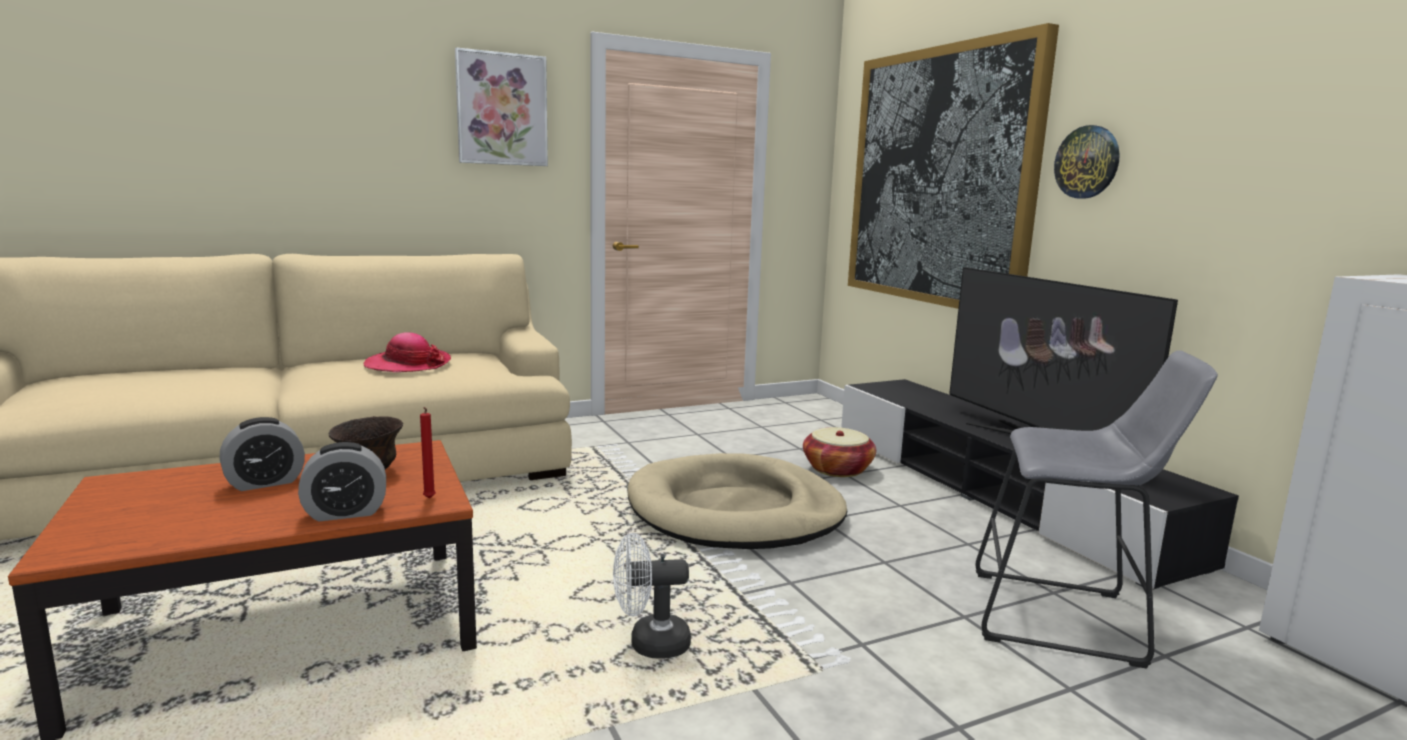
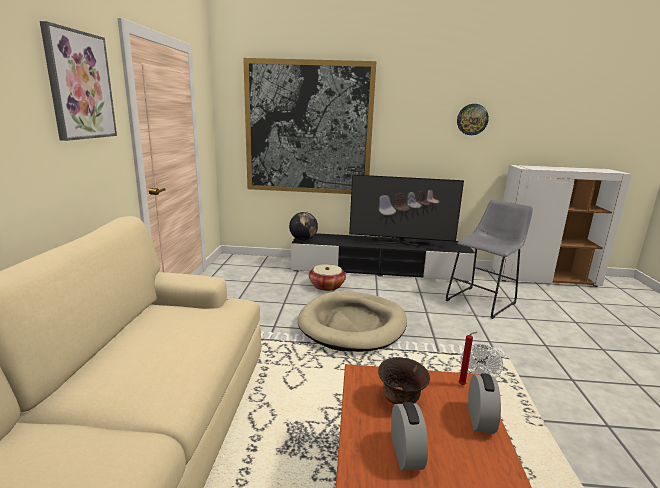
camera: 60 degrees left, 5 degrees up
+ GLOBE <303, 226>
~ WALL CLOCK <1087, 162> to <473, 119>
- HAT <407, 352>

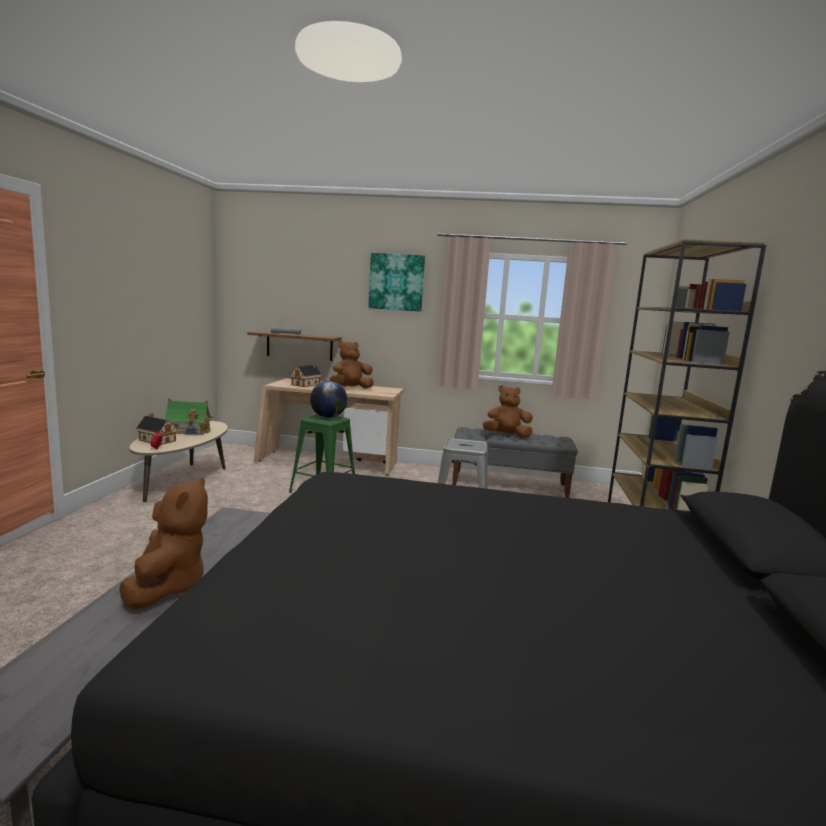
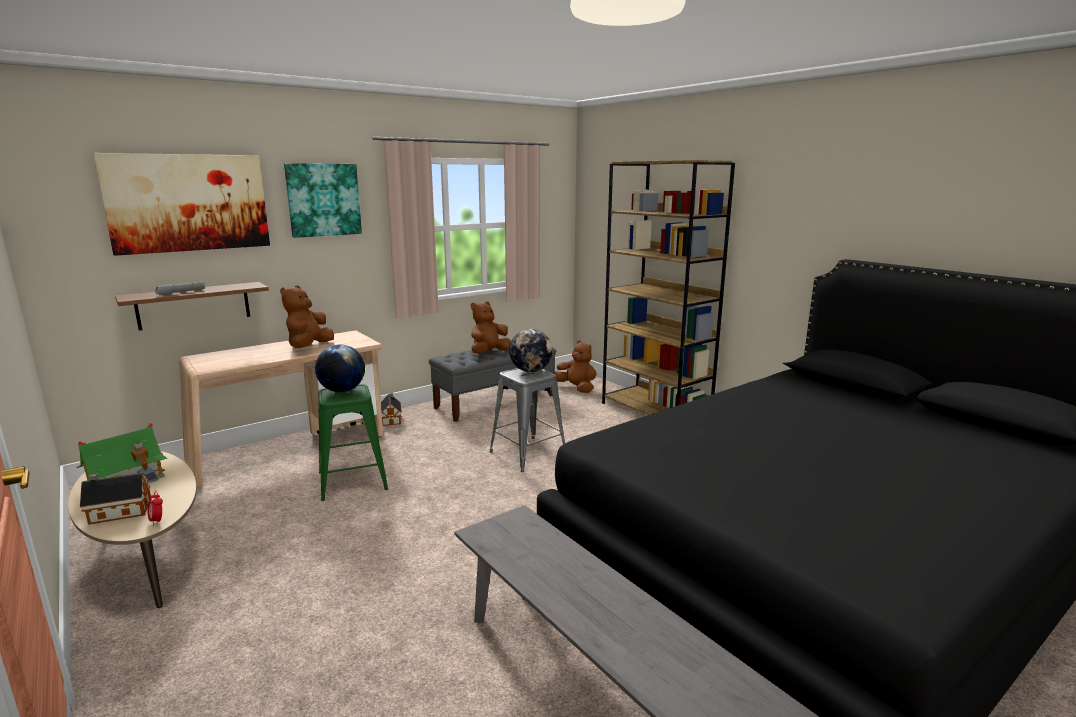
camera: 45 degrees left, 5 degrees up
+ PICTURE <181, 204>
~ TOY HOUSE <306, 375> to <391, 409>
+ GLOBE <531, 350>
~ BROWN PLUSH TOY <163, 543> to <575, 366>

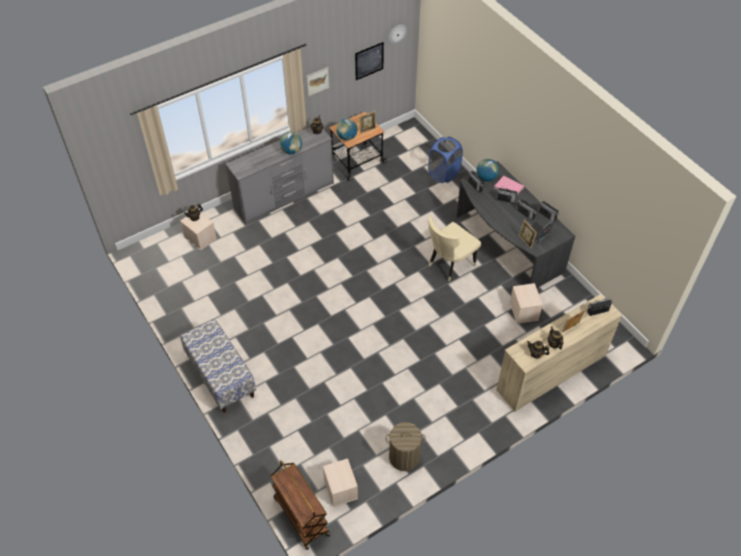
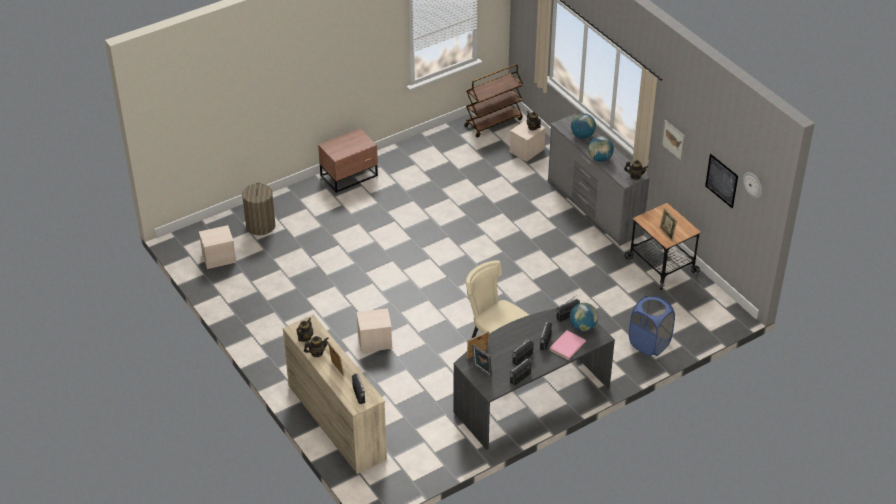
camera: 90 degrees right, 10 degrees down
~ LAUNDRY BASKET <406, 446> to <258, 208>
~ BENCH <218, 366> to BROWN NIGHTSTAND <348, 160>
~ BEIGE STORAGE BOX <526, 303> to <374, 330>
~ BROWN CART <300, 505> to <493, 101>
~ GLOBE <346, 129> to <583, 126>

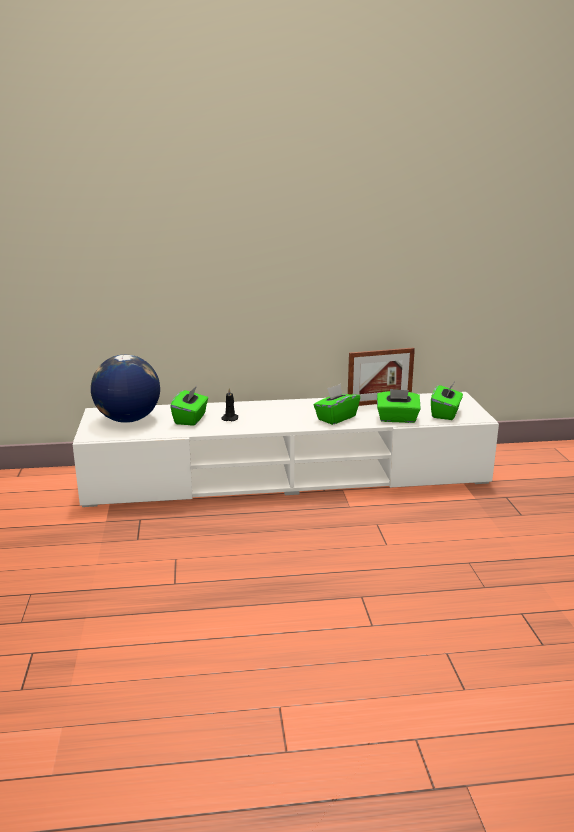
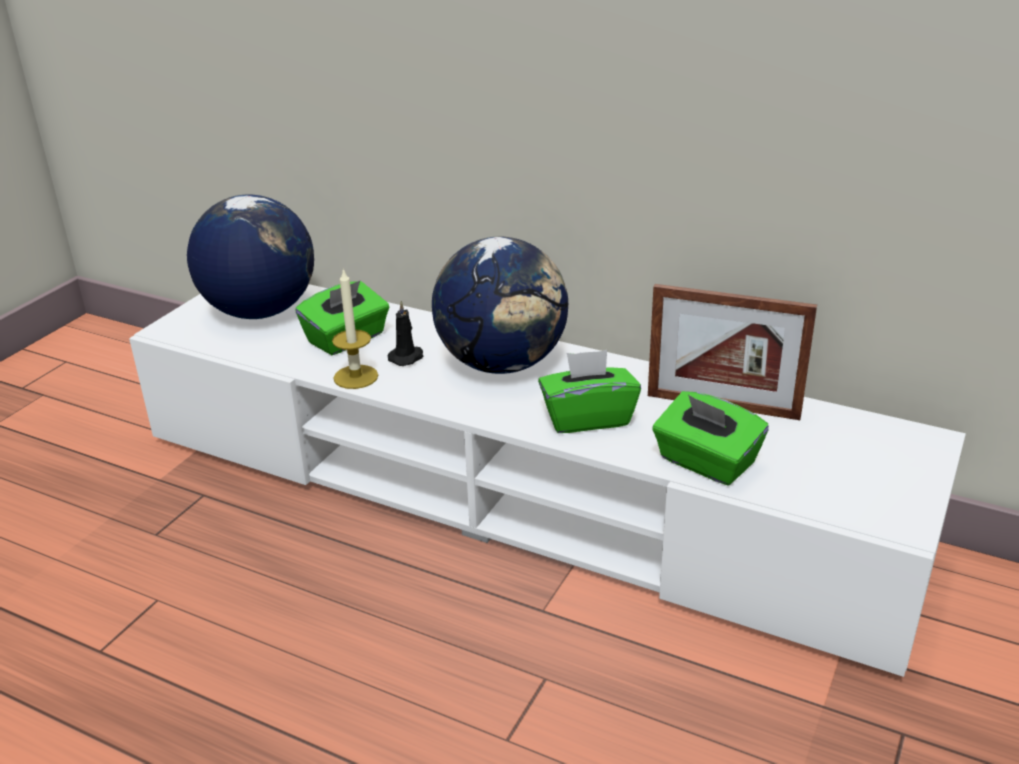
camera: 35 degrees right, 10 degrees up
+ CANDLE <355, 328>
+ GLOBE <500, 305>
- GREEN TISSUE BOX <447, 401>

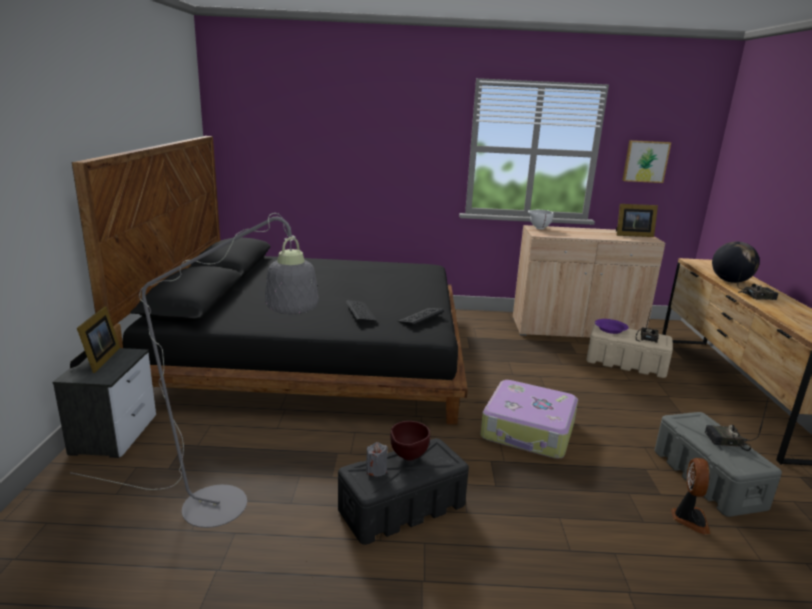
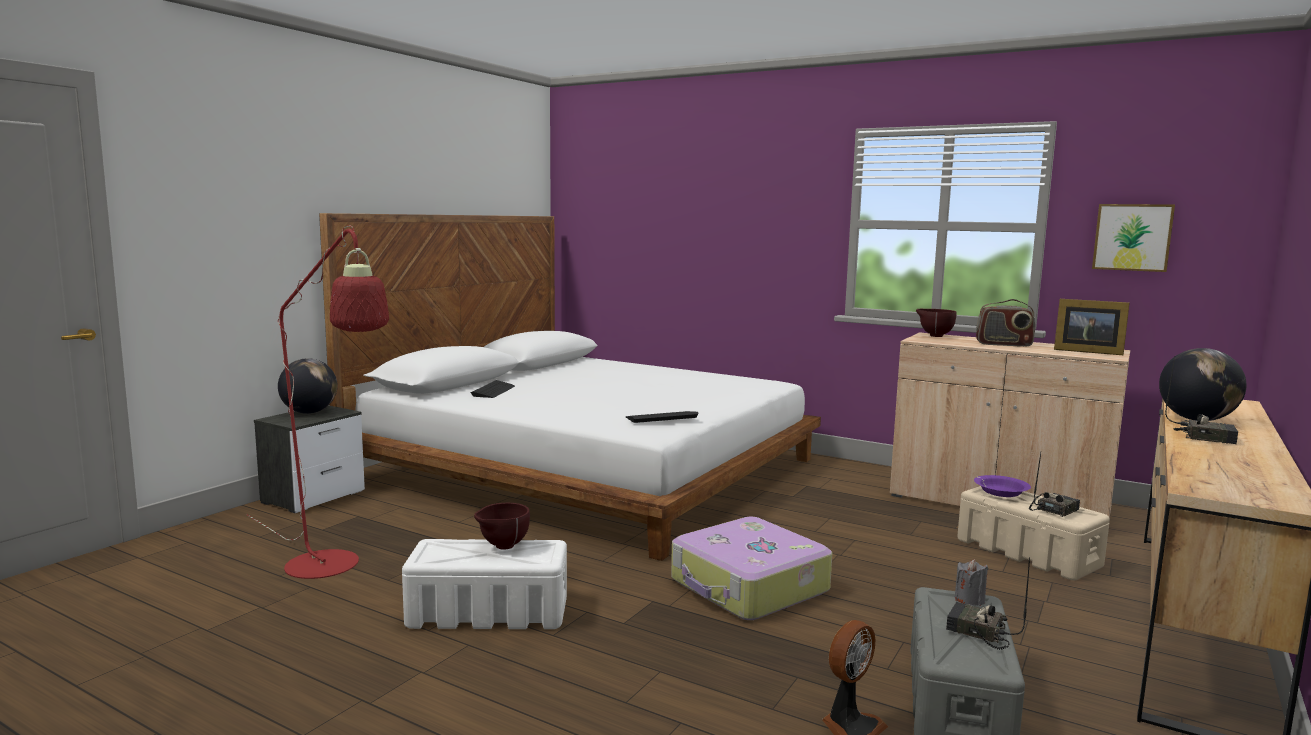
camera: 30 degrees right, 10 degrees down
~ GREY FLOOR LAMP <194, 370> to RED FLOOR LAMP <317, 402>
~ PICTURE FRAME <95, 339> to GLOBE <308, 386>
~ BLACK BED <270, 280> to WHITE BED <570, 387>
~ BLACK STORAGE BOX <403, 491> to WHITE STORAGE BOX <484, 584>
~ KEYBOARD <361, 311> to <493, 389>
~ WHITE BOWL <541, 219> to BROWN BOWL <936, 323>
~ GREY CANDLE <377, 459> to <971, 582>
+ RADIO <1005, 323>

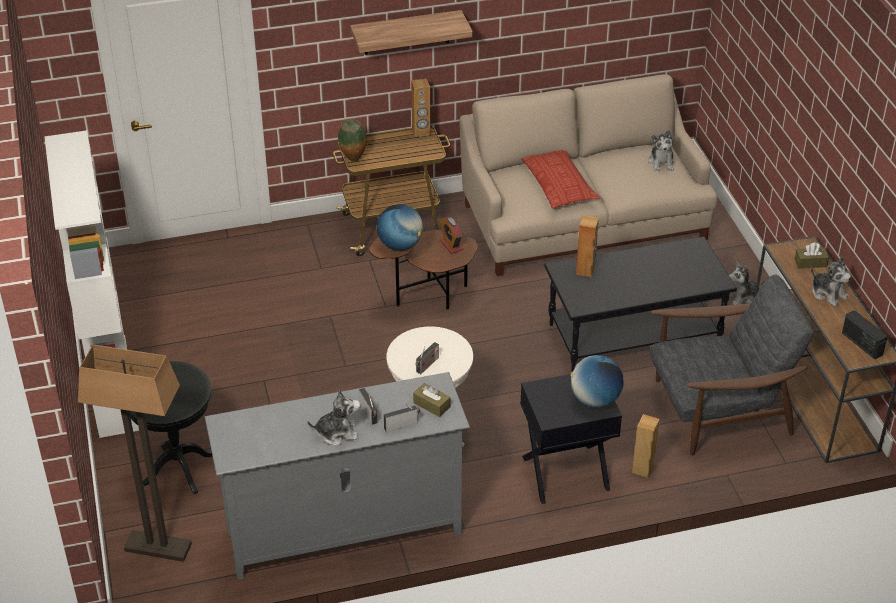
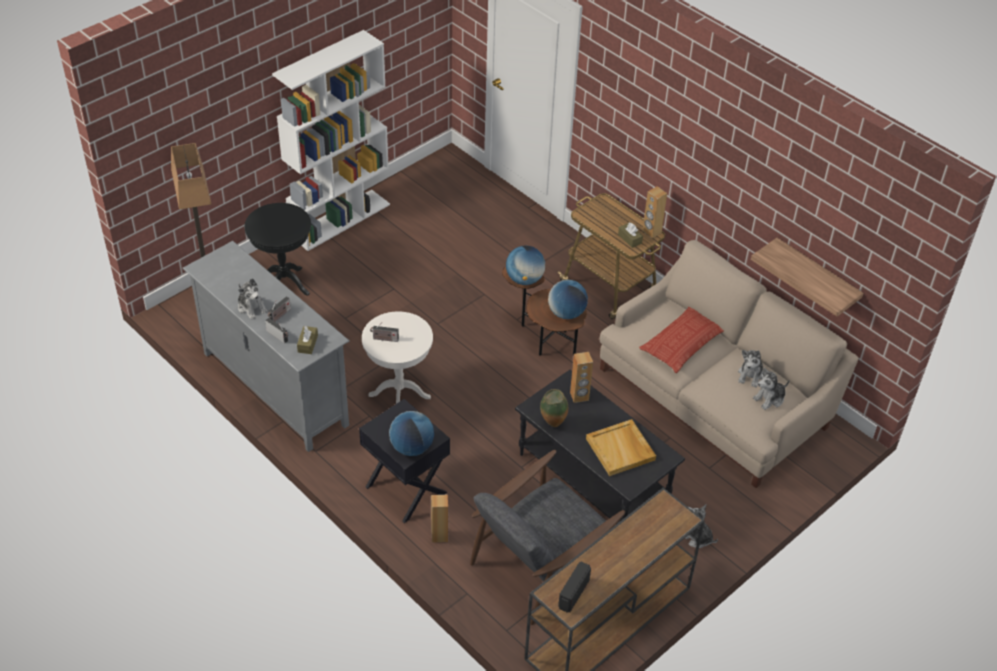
camera: 60 degrees right, 5 degrees up
~ GREY ARMCHAIR <732, 365> = <547, 537> 90 degrees clockwise
~ VASE <352, 140> to <554, 408>
~ ALARM CLOCK <451, 235> to GLOBE <568, 299>
+ BEIGE TRAY <621, 447>
~ BROWN TISSUE BOX <812, 255> to <630, 235>
~ PLUSH TOY <831, 282> to <750, 369>
~ SHELF <411, 32> to <807, 277>

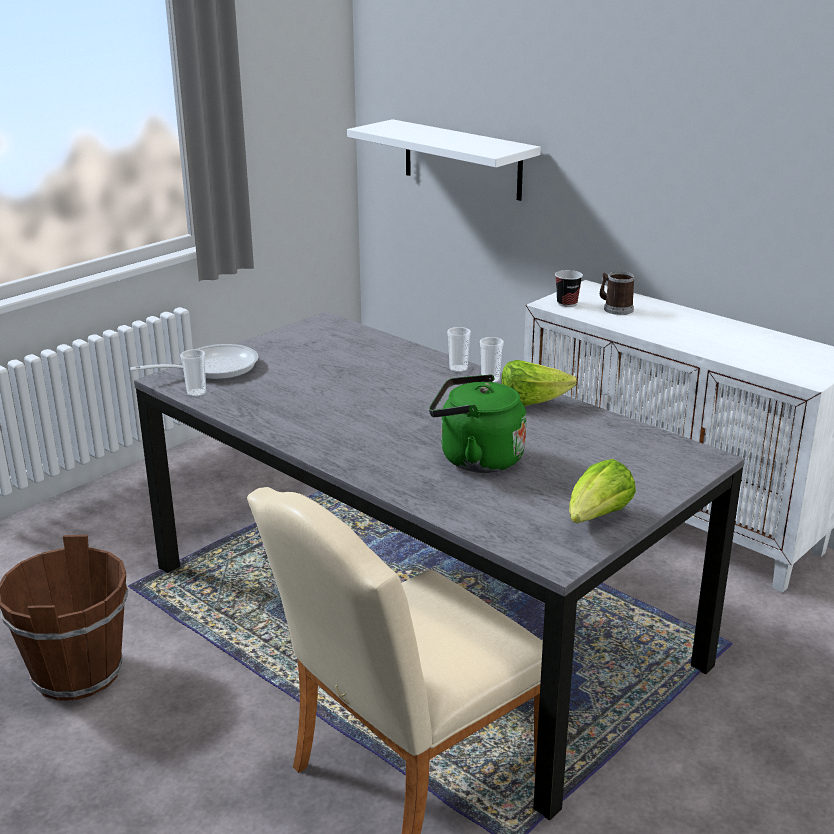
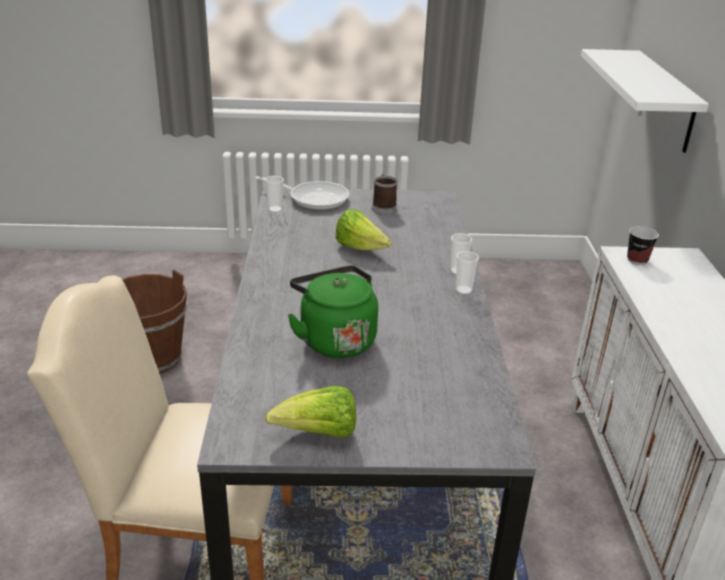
camera: 45 degrees right, 5 degrees up
~ LETTUCE <539, 383> to <364, 229>
~ MUG <617, 293> to <385, 194>

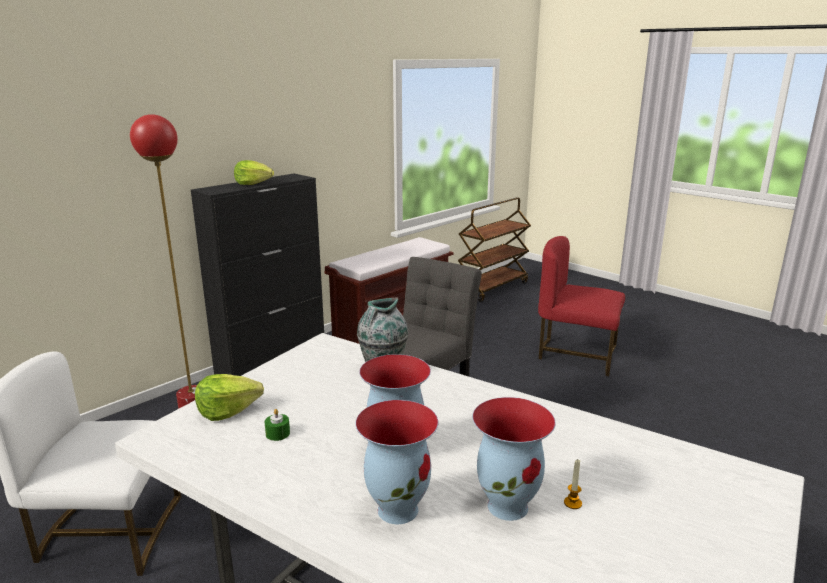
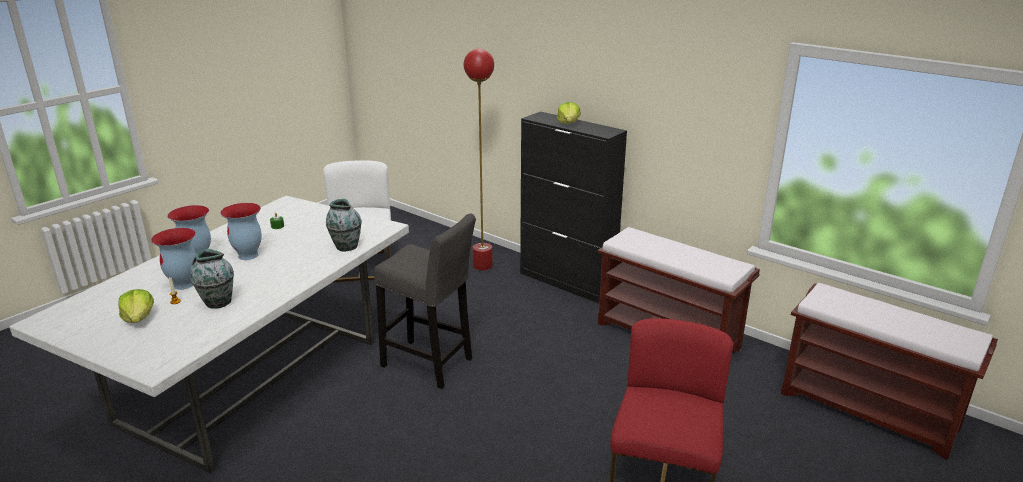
camera: 85 degrees right, 5 degrees up
~ LETTUCE <229, 397> to <136, 306>
+ VASE <212, 279>
~ BROWN CART <494, 249> to BROWN BENCH <889, 371>

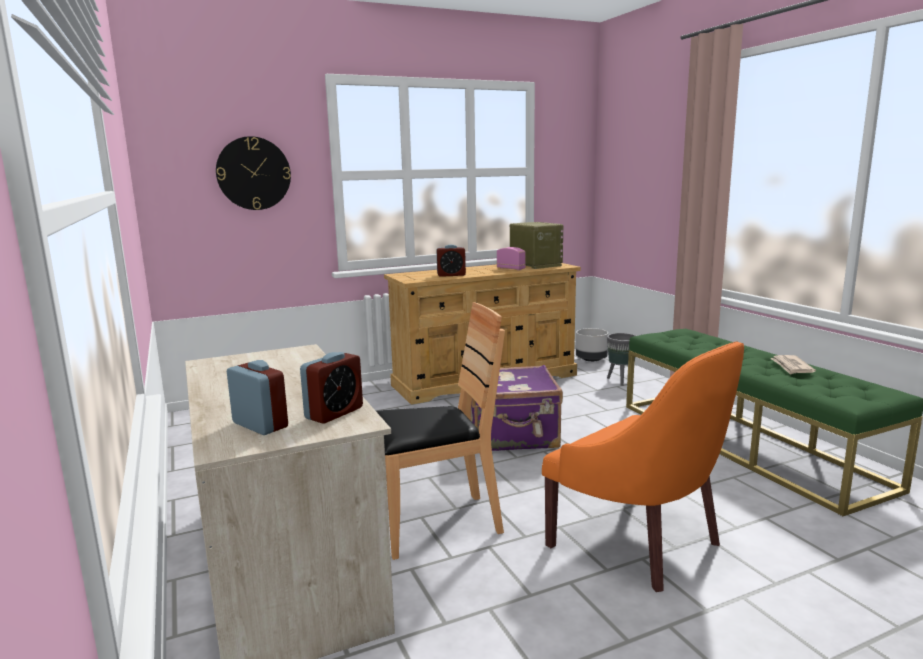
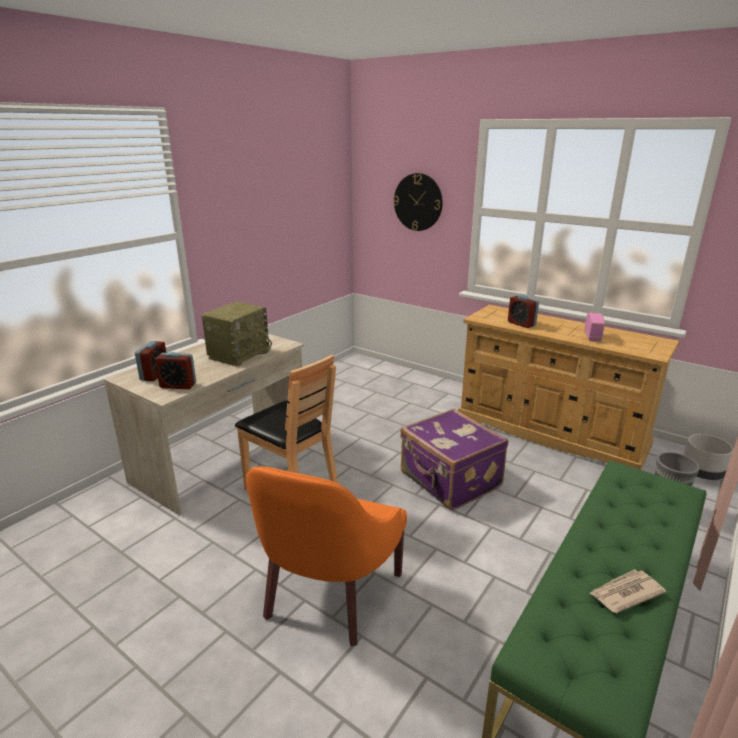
camera: 60 degrees right, 10 degrees up
~ RADIO <536, 245> to <236, 334>

